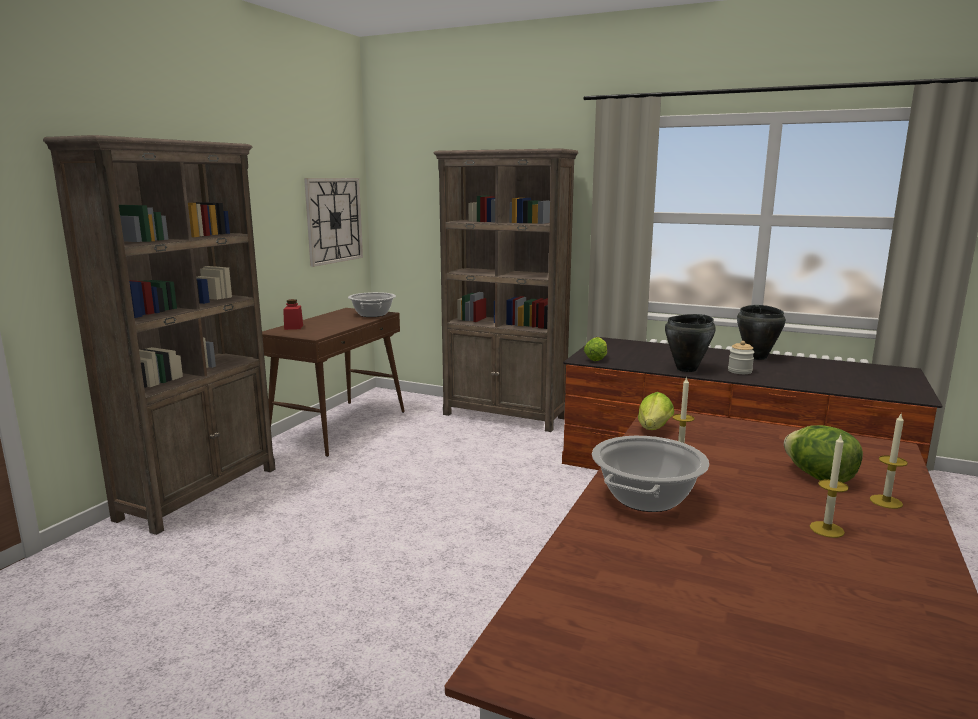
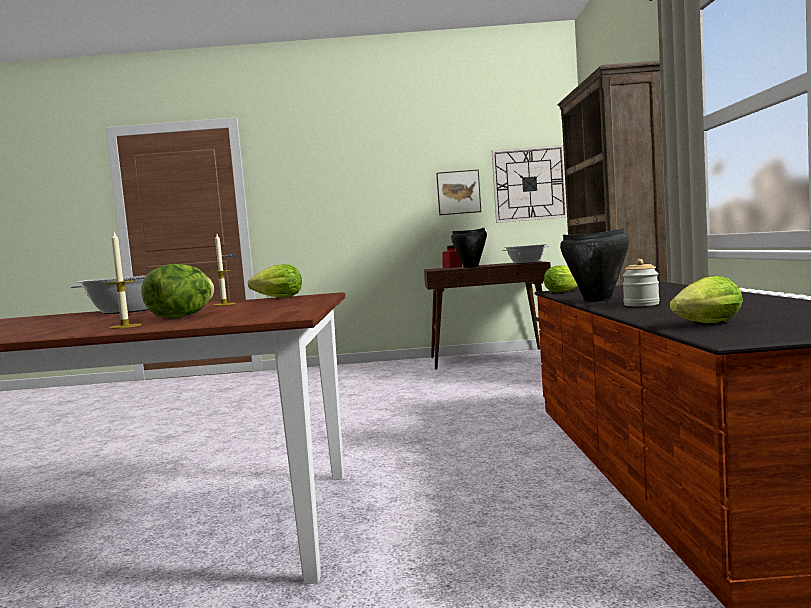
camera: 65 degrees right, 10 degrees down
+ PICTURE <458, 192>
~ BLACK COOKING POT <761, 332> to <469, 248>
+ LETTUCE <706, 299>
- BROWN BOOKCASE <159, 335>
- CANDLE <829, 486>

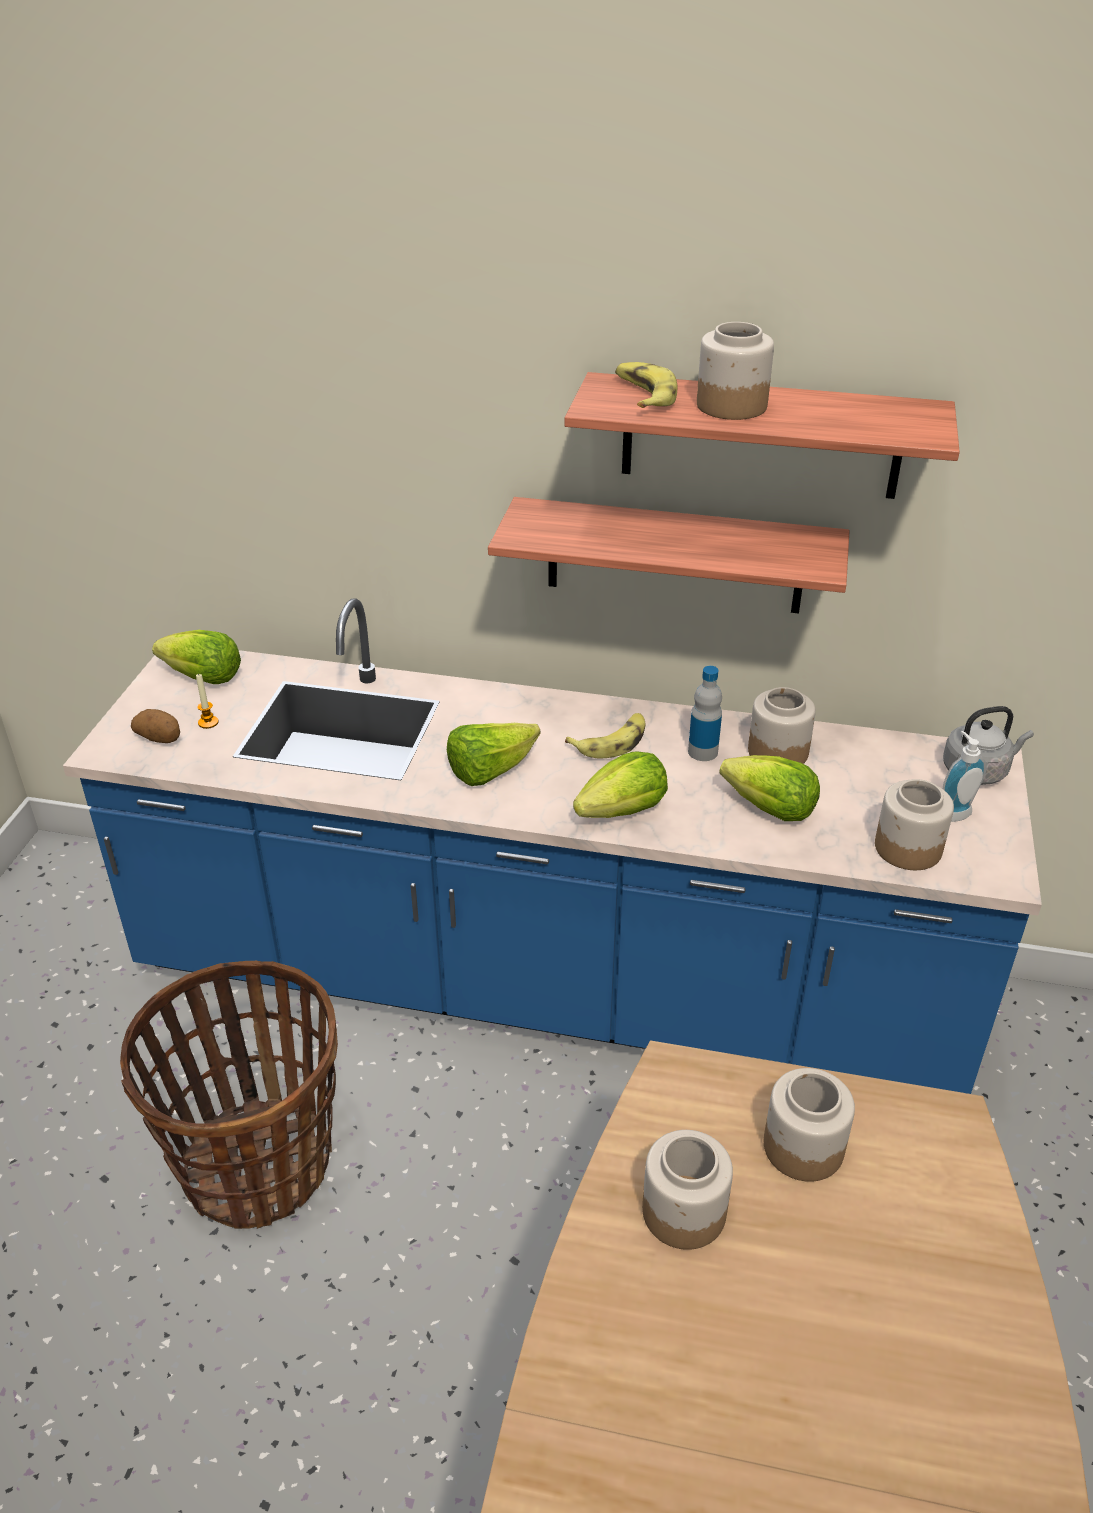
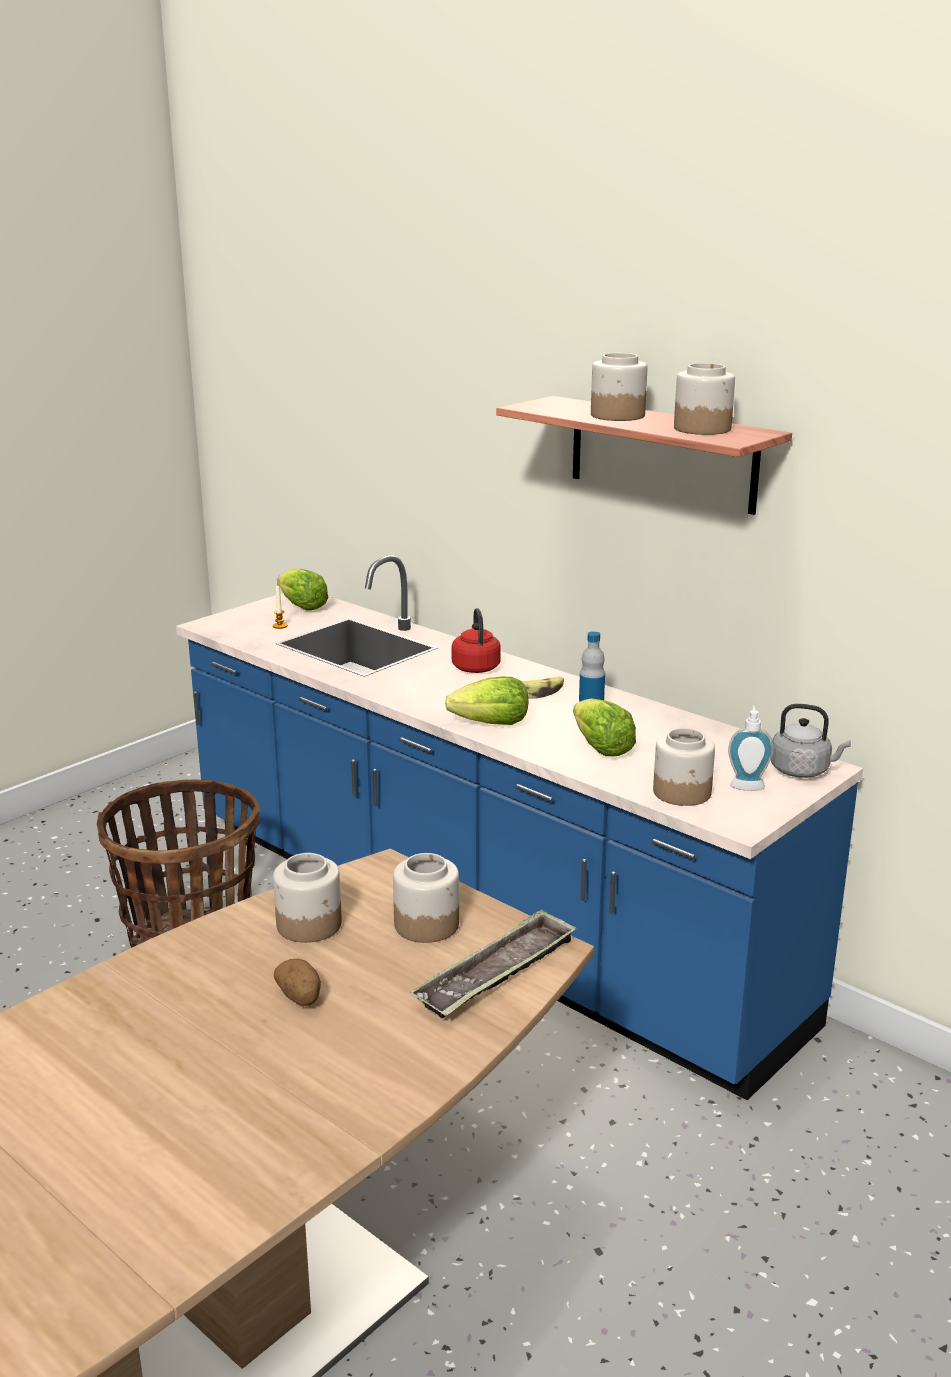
camera: 30 degrees right, 15 degrees down
~ POTATO <155, 726> to <297, 982>
+ TRAY <493, 963>
+ RED KETTLE <476, 640>
~ JAR <782, 725> to <704, 399>
- LETTUCE <493, 754>
- SHELF <669, 555>
- BANANA <646, 385>

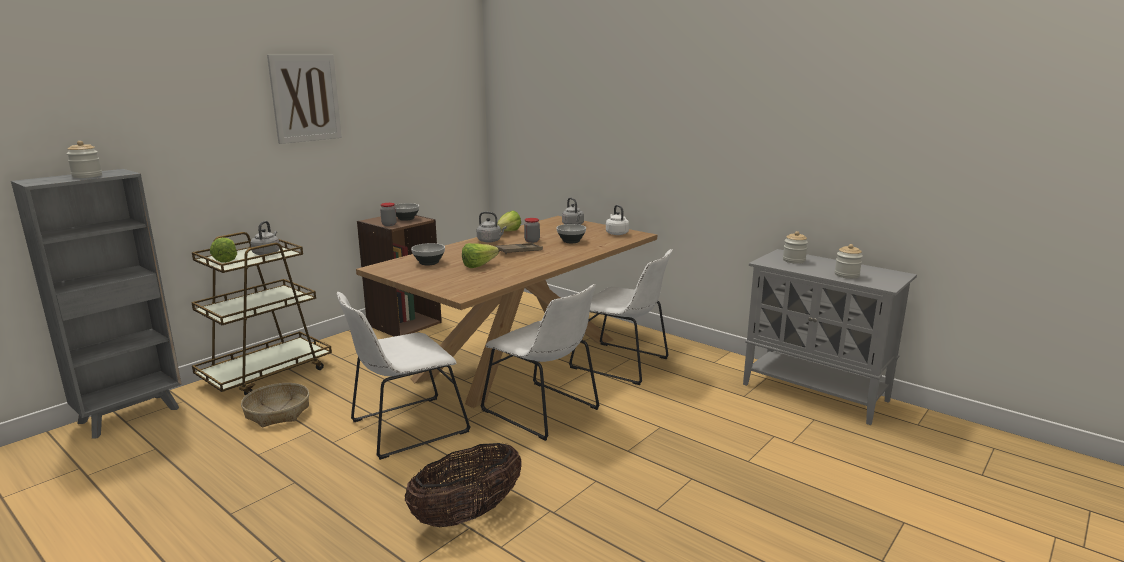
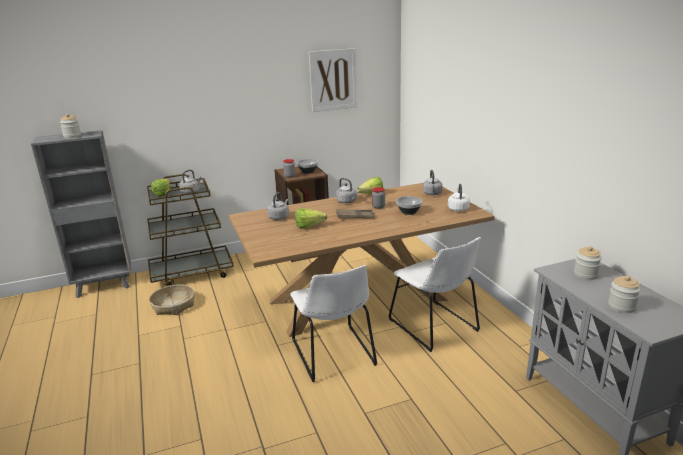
camera: 30 degrees right, 5 degrees up
~ BOWL <428, 254> to GREY KETTLE <278, 206>
~ PICTURE <304, 99> to <333, 80>
- WHITE CHAIR <404, 376>
- BASKET <463, 485>

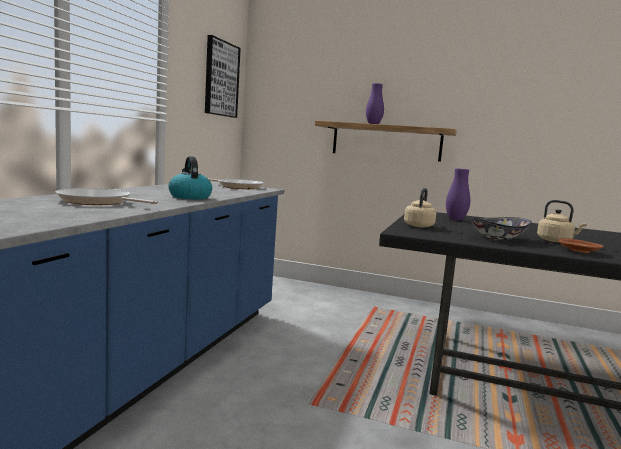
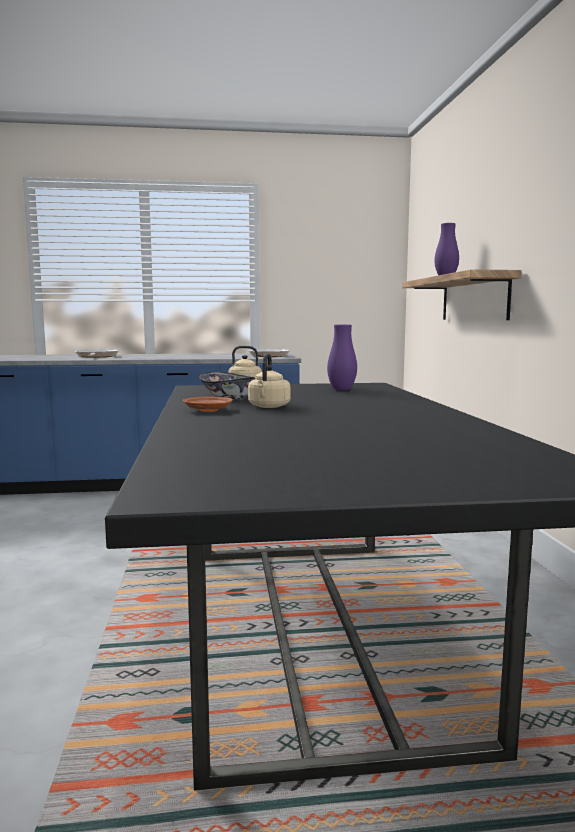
camera: 65 degrees right, 0 degrees up
- KETTLE <190, 177>
- PICTURE <223, 76>

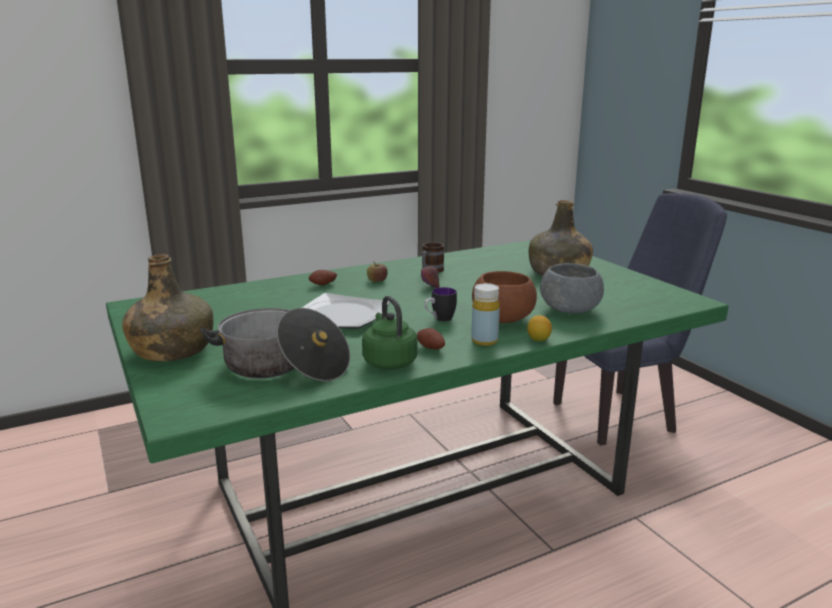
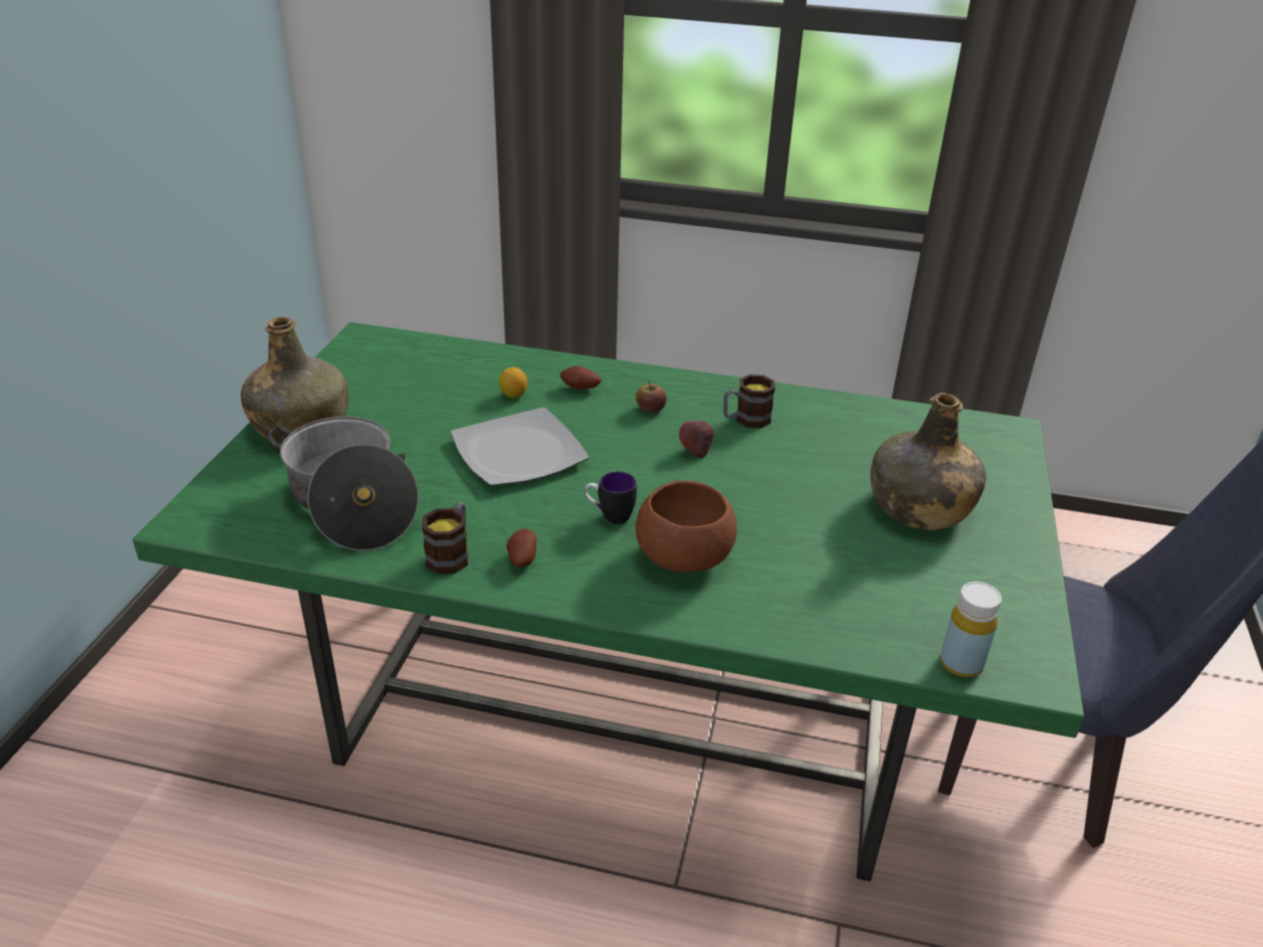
camera: 40 degrees right, 15 degrees up
~ GREEN KETTLE <390, 332> to MUG <445, 538>
~ LEMON <539, 328> to <513, 382>
~ YELLOW BOTTLE <485, 314> to <971, 629>
- GREY BOWL <572, 288>

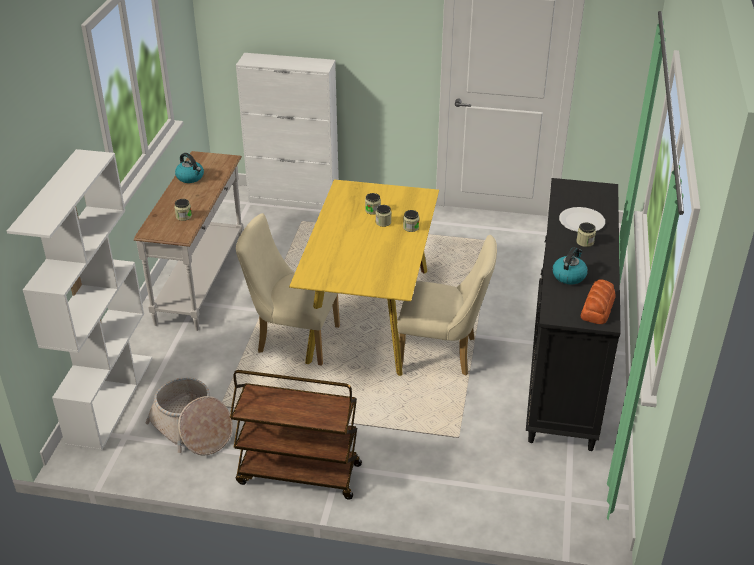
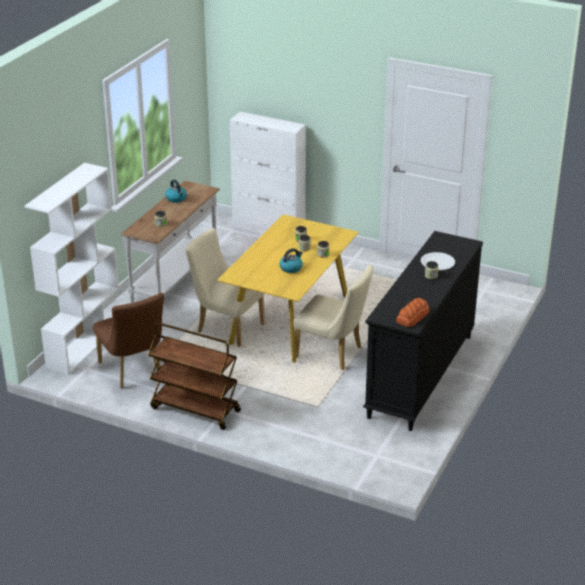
camera: 15 degrees right, 5 degrees down
~ BASKET <189, 416> to BROWN CHAIR <128, 341>
~ KETTLE <570, 266> to <291, 260>

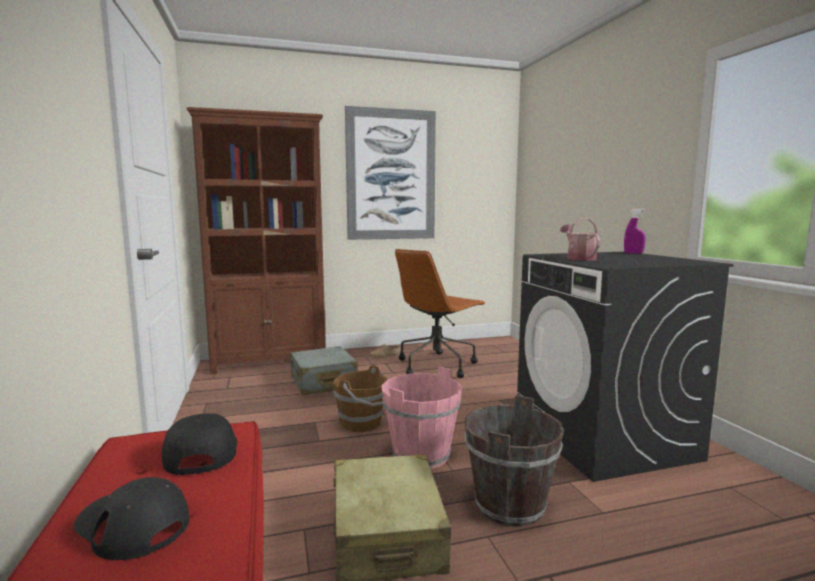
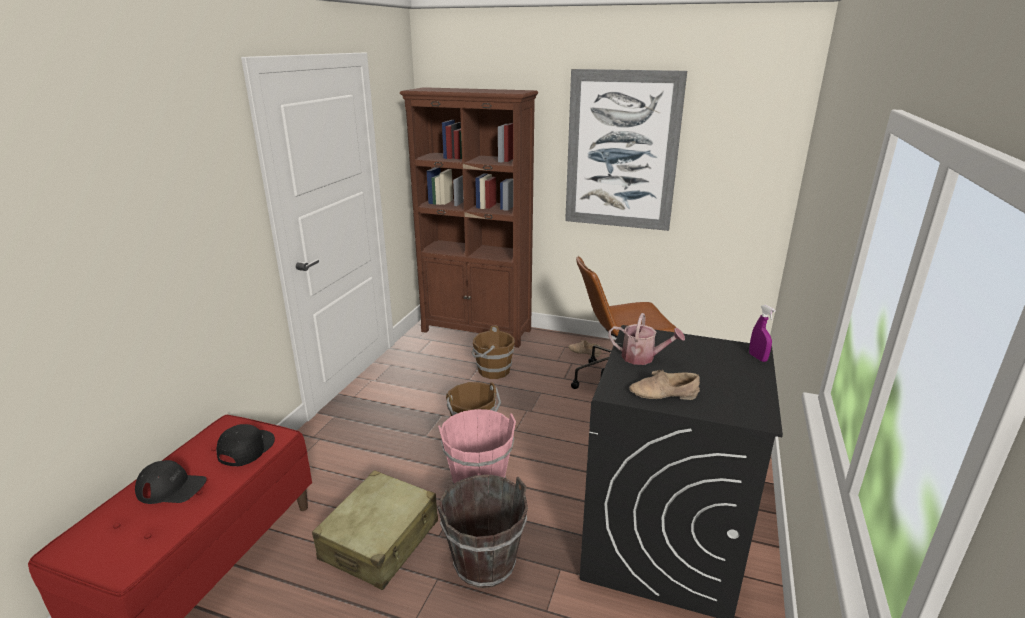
camera: 35 degrees right, 15 degrees up
~ BLACK CAP <131, 518> = <171, 482> 120 degrees clockwise
~ GREY SUITCASE <324, 370> to BROWN BUCKET <493, 352>
~ WATERING CAN <580, 239> = <647, 339> 90 degrees clockwise
+ BEIGE SHOE <665, 384>

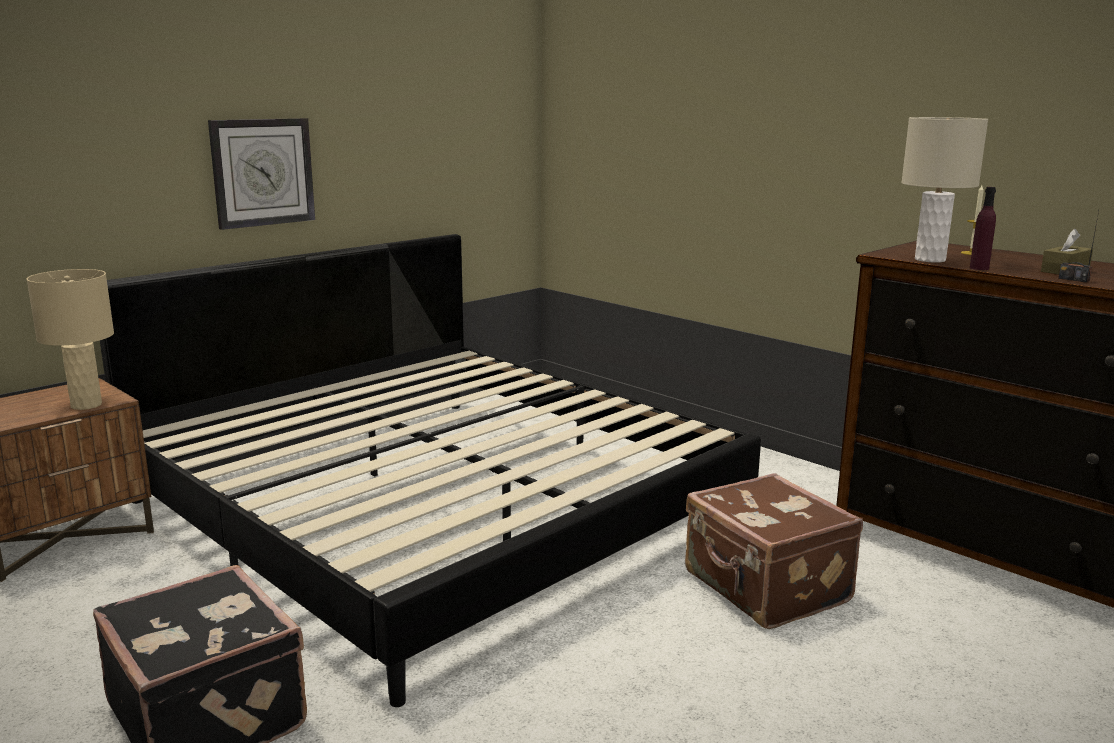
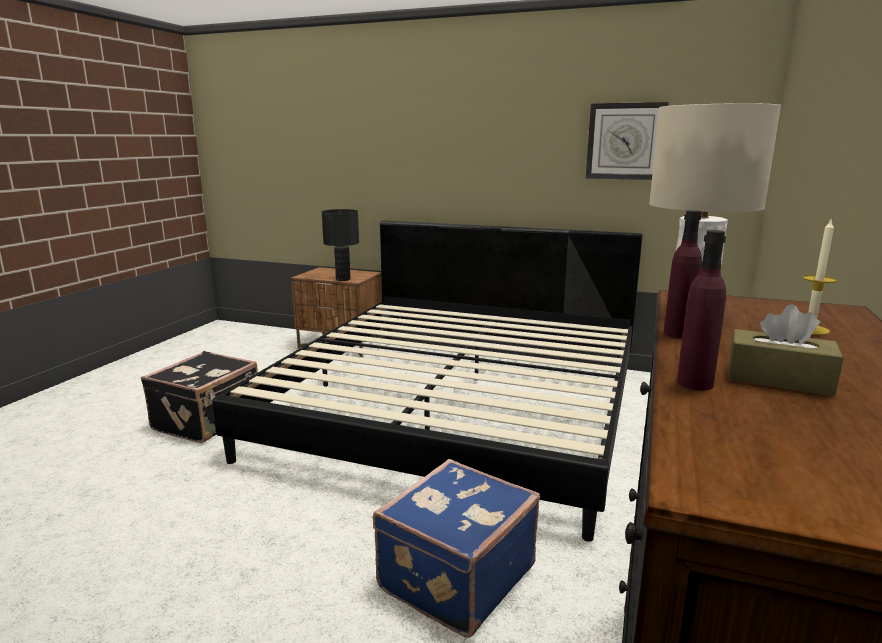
camera: 65 degrees right, 0 degrees up
~ BEIGE TABLE LAMP <70, 339> to BLACK TABLE LAMP <340, 245>
~ BROWN SUITCASE <774, 551> to BLUE SUITCASE <456, 548>
~ WALL CLOCK <261, 174> to <627, 141>
~ RADIO <1078, 247> to PURPLE BOTTLE <701, 310>

